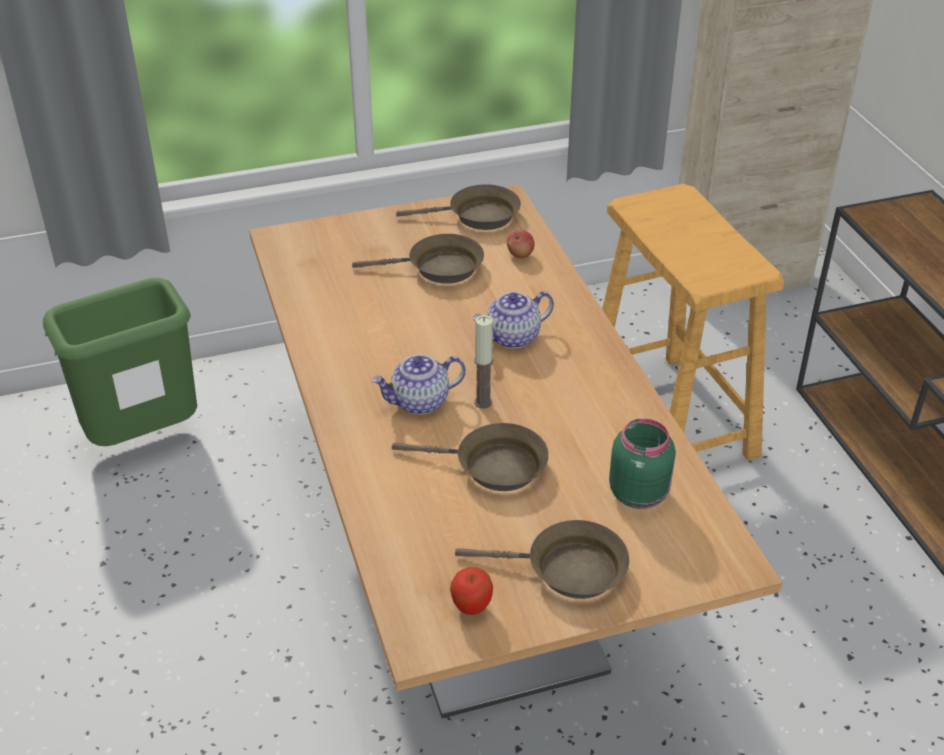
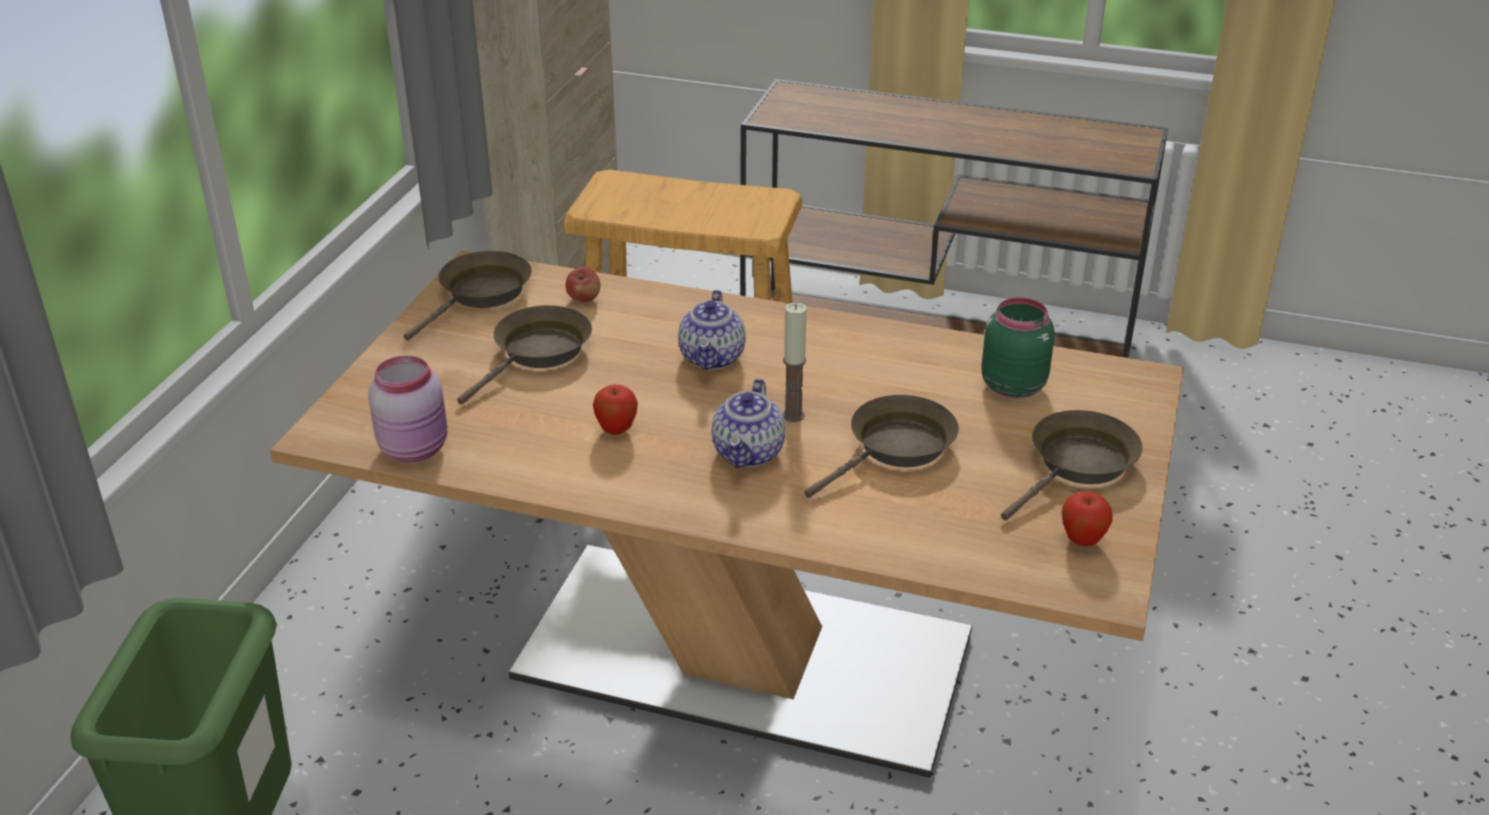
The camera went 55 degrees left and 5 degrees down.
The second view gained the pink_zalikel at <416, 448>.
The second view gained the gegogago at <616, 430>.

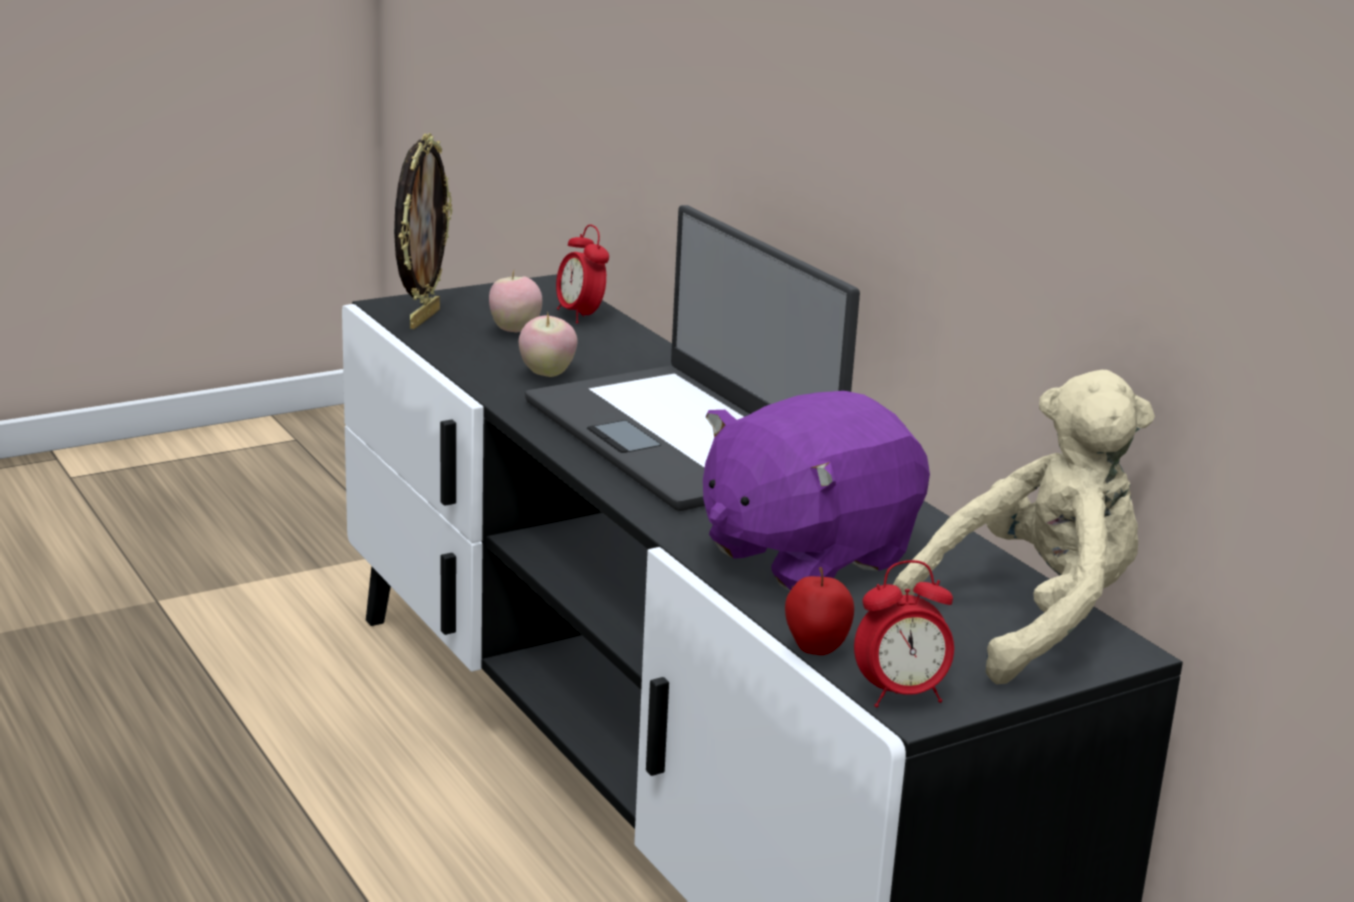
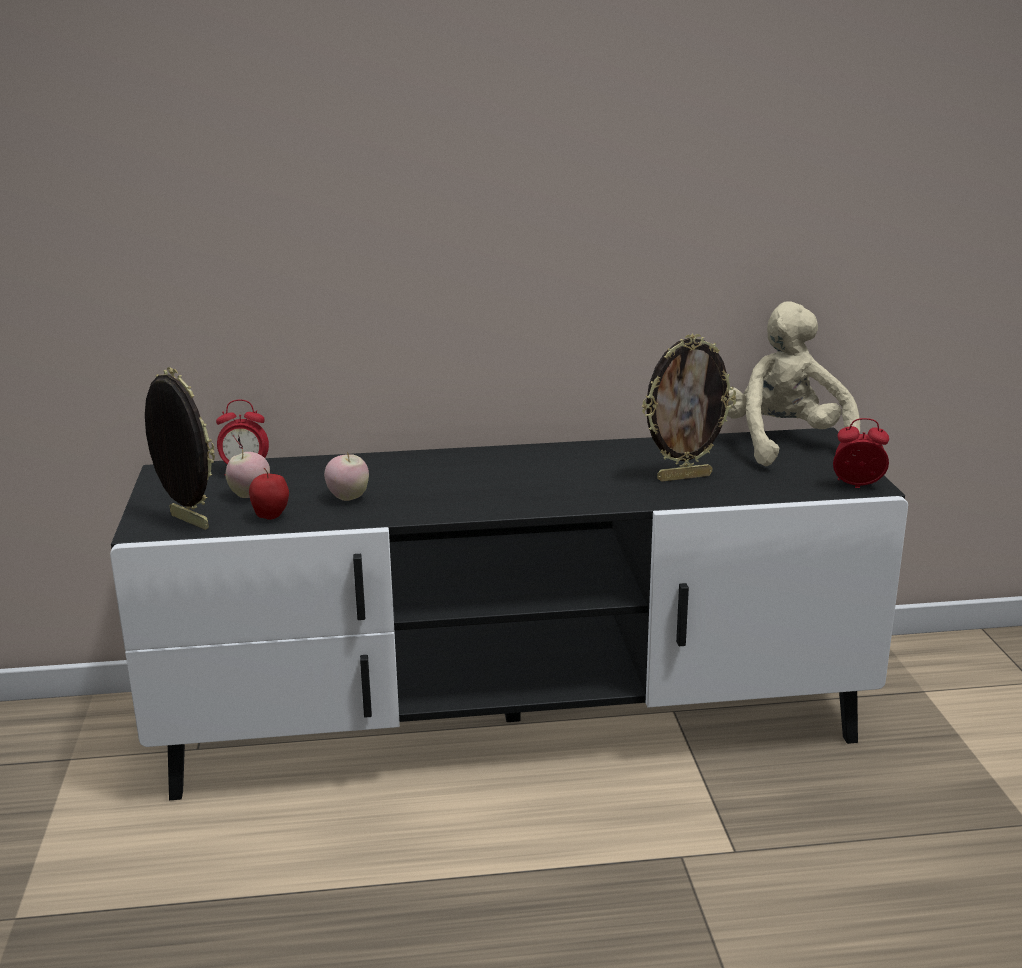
The camera went 65 degrees left and 0 degrees up.
The gegogago ended up elsewhere, having gone from <815, 650> to <271, 517>.
Where the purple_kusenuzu stood at <804, 554>, the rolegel came to stand at <684, 477>.
The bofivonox at <901, 695> ended up facing another way, 90 degrees counterclockwise from before.
The second view lost the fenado at <682, 437>.

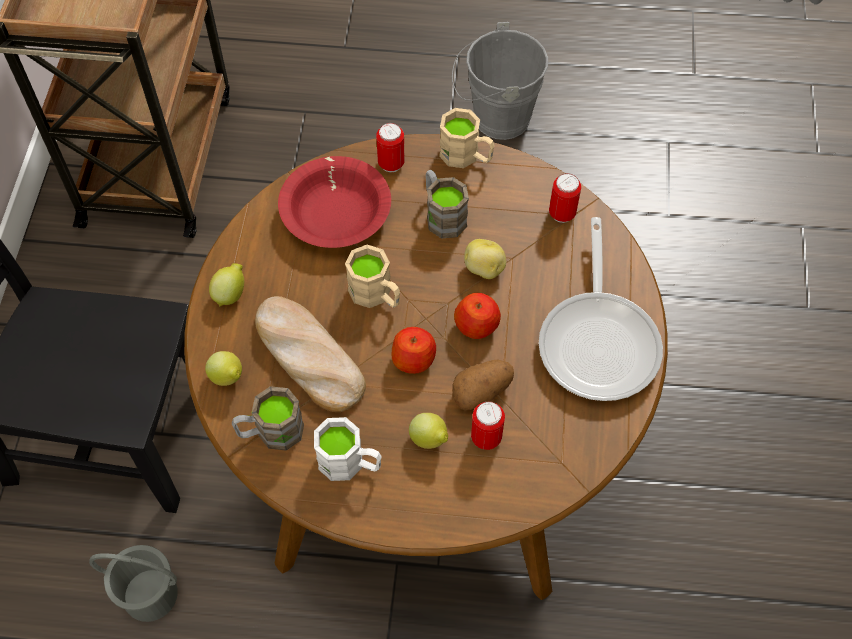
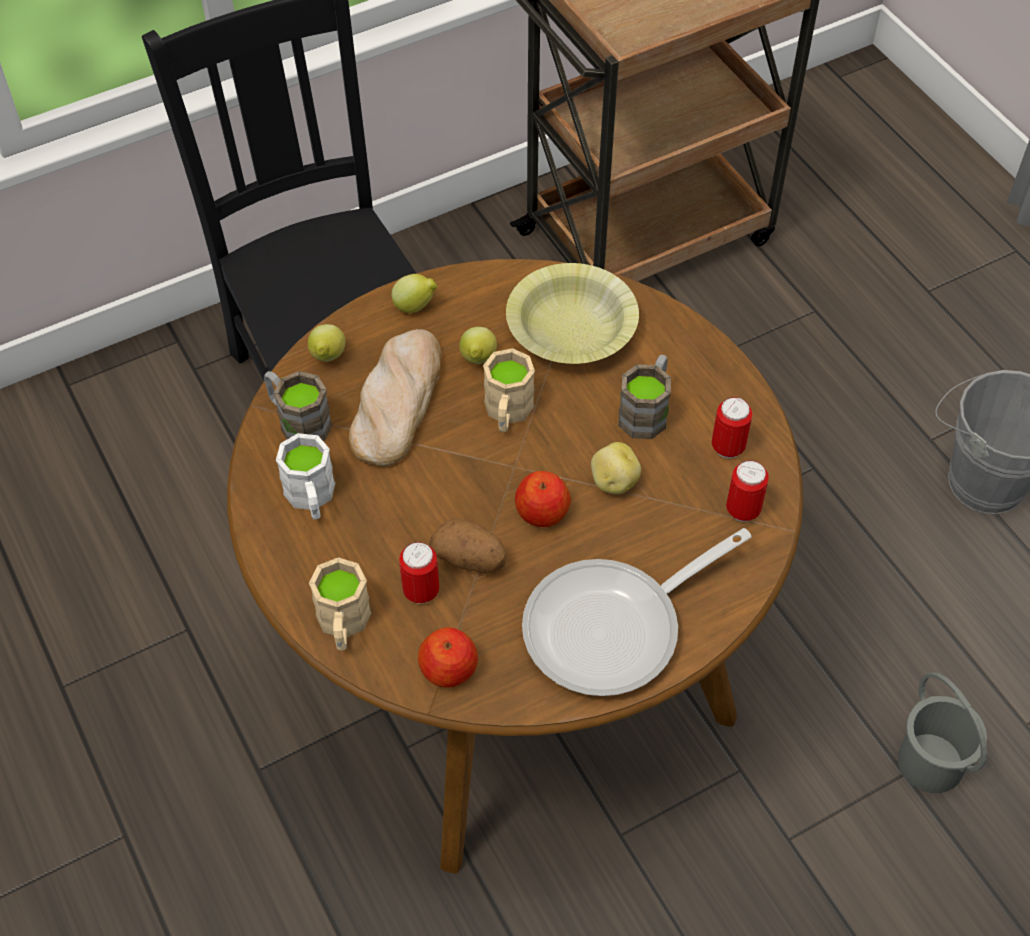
The camera went 55 degrees right and 5 degrees down.
The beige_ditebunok ended up elsewhere, having gone from <466, 156> to <343, 625>.
The gegogago ended up elsewhere, having gone from <414, 359> to <449, 669>.
The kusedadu ended up elsewhere, having gone from <429, 440> to <478, 360>.
What was the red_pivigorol at <336, 213> turned into the yellow_pivigorol at <572, 328>.
The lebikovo ended up elsewhere, having gone from <391, 164> to <728, 447>.
The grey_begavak ended up elsewhere, having gone from <150, 593> to <931, 761>.

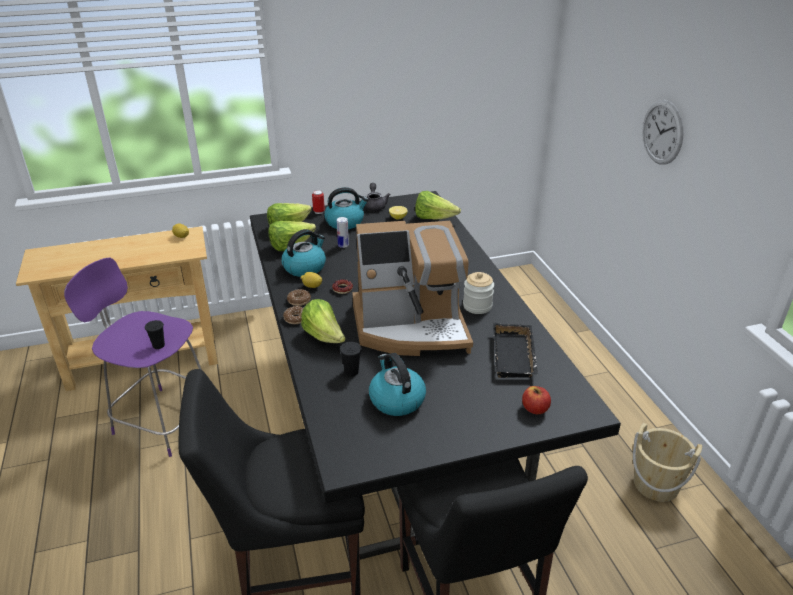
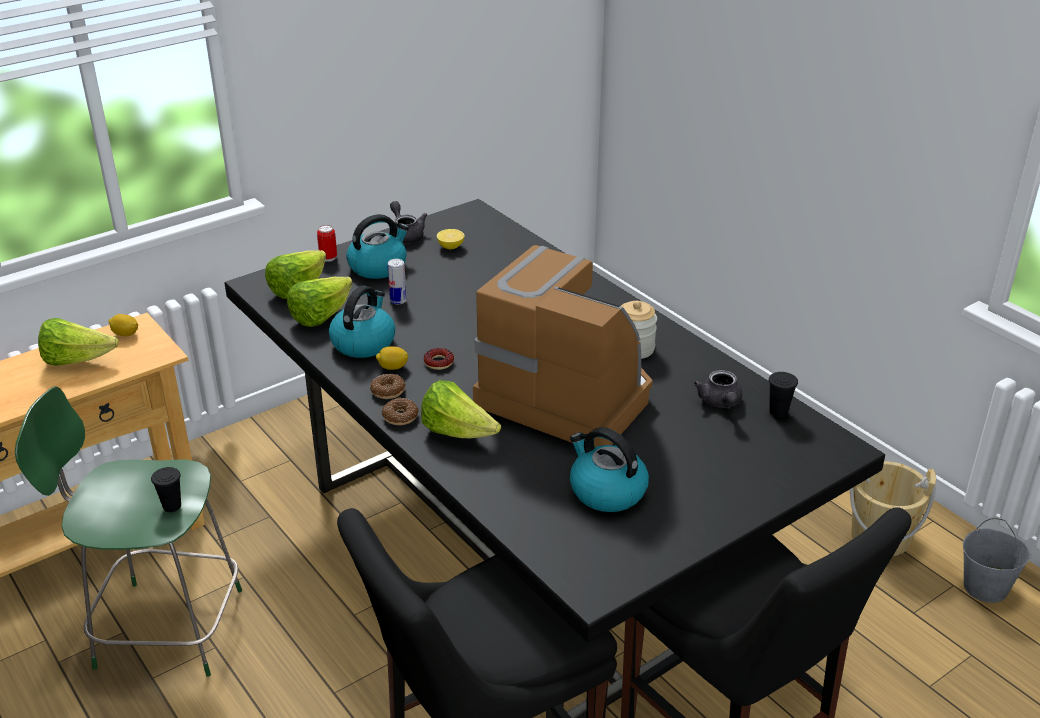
The camera went 20 degrees left and 0 degrees up.
What was the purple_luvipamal at <162, 420> turned into the green_luvipamal at <163, 627>.
The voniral ended up elsewhere, having gone from <434, 218> to <77, 360>.
The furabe at <411, 327> ended up facing another way, 120 degrees counterclockwise from before.
Where the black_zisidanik stood at <515, 356>, the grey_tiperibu came to stand at <720, 402>.
The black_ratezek ended up elsewhere, having gone from <351, 371> to <778, 412>.
The second view gained the grey_begavak at <985, 587>.
The second view lost the gegogago at <535, 409>.
The second view lost the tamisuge at <662, 132>.

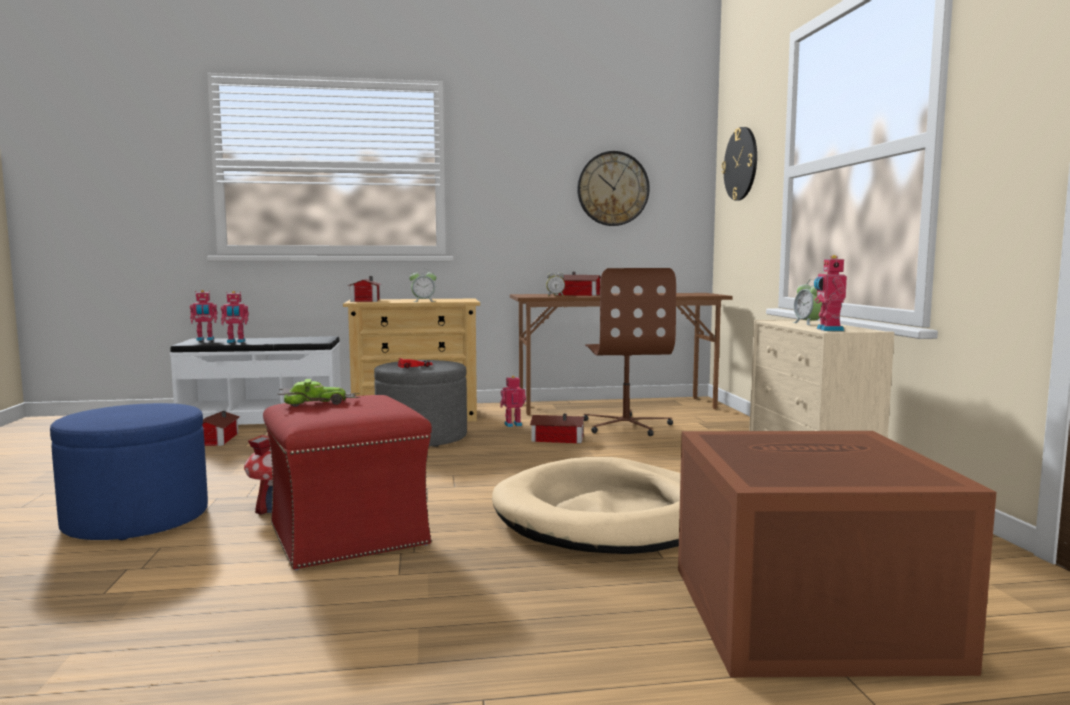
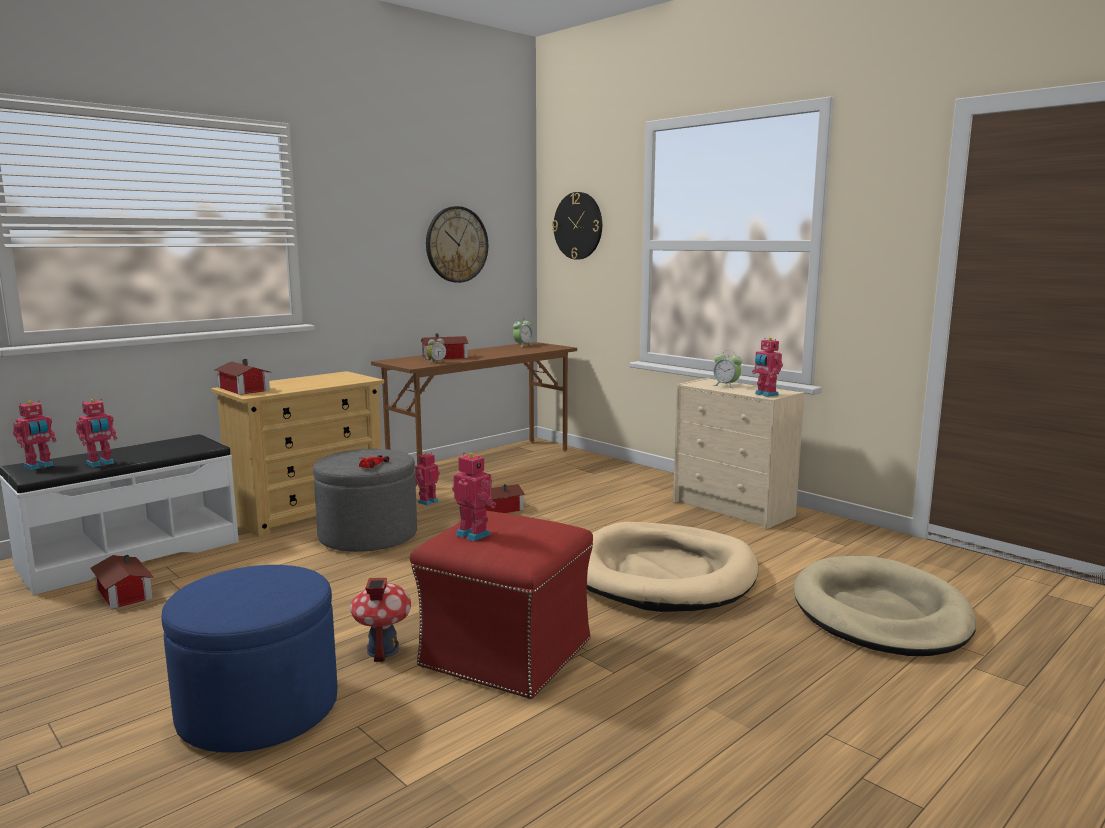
The camera went 35 degrees left and 5 degrees up.
Where the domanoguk stood at <319, 402>, the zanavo came to stand at <474, 534>.
The bofivonox ended up elsewhere, having gone from <423, 301> to <522, 345>.
Where the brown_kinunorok stood at <805, 616>, the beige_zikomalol came to stand at <880, 613>.
The second view lost the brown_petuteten at <626, 425>.

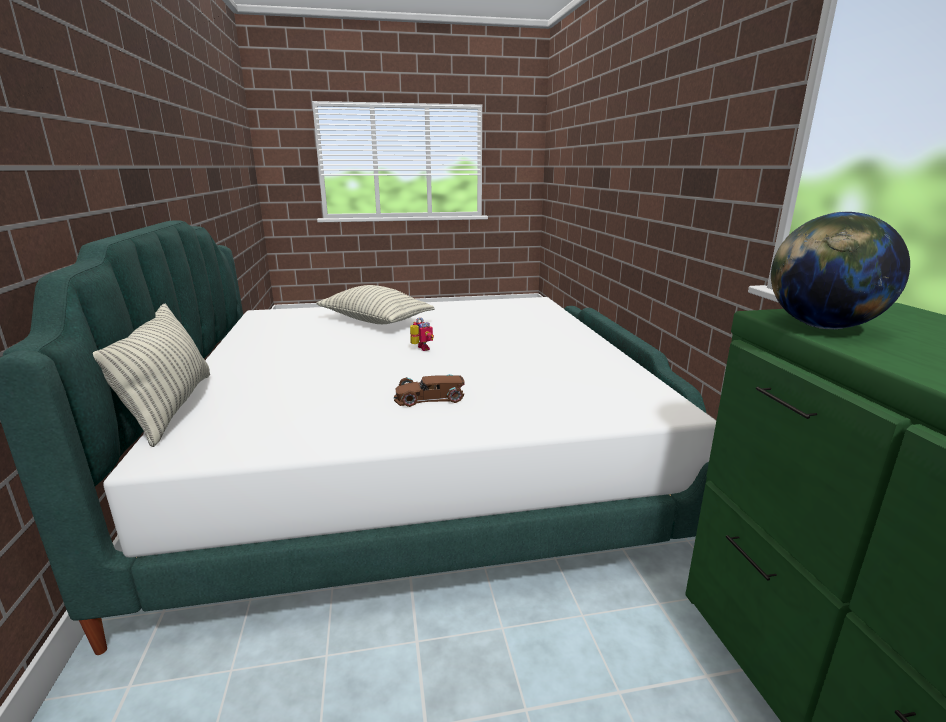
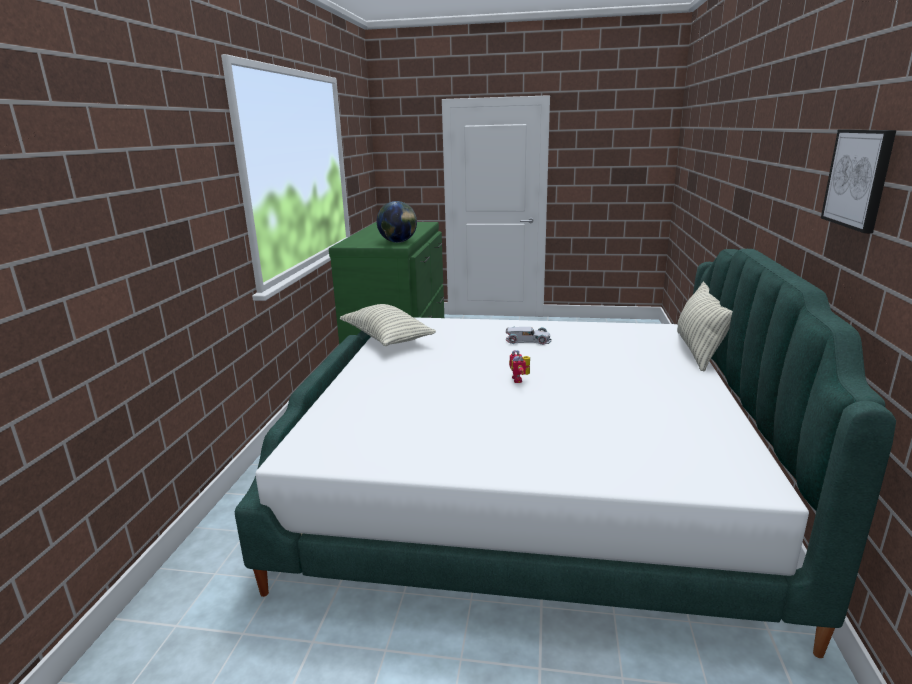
The camera went 160 degrees left and 0 degrees up.
The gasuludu ended up elsewhere, having gone from <375, 321> to <386, 338>.
What was the brown_domanoguk at <429, 396> turned into the white_domanoguk at <528, 340>.
The second view gained the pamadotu at <859, 178>.

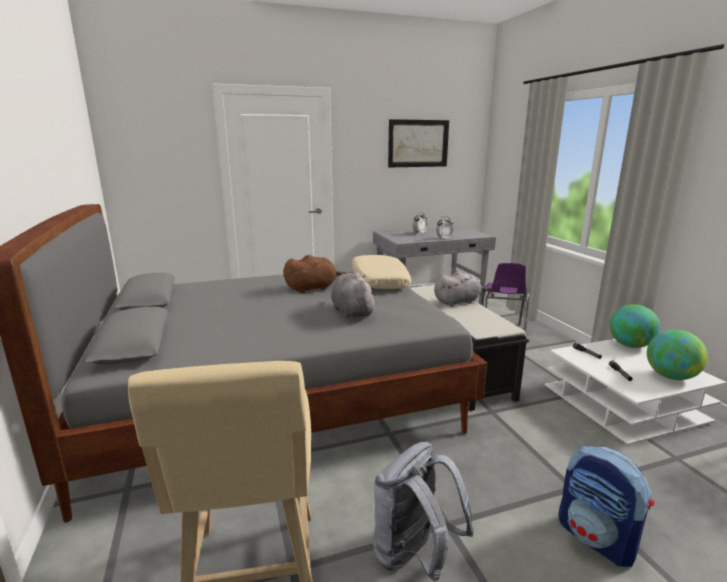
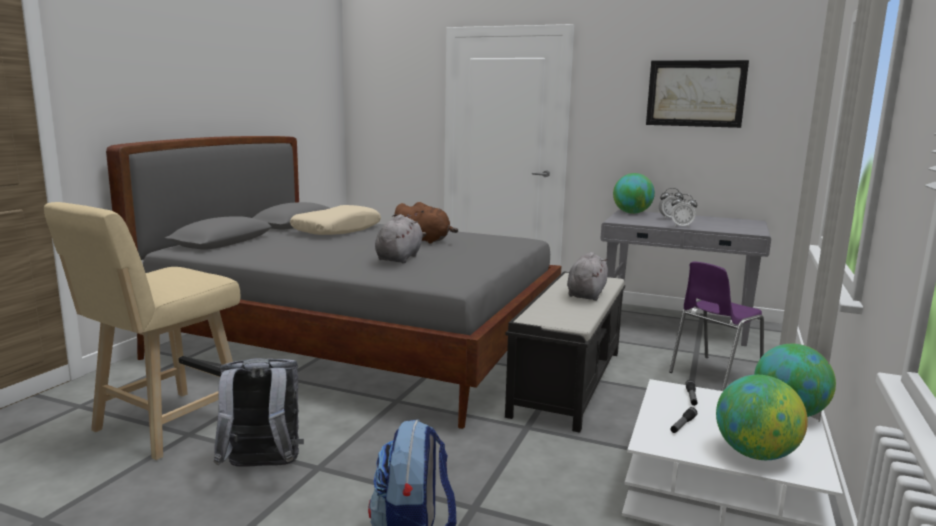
The camera went 40 degrees right and 5 degrees down.
The beige_gasuludu ended up elsewhere, having gone from <378, 281> to <337, 230>.
The grey_kusenuzu at <458, 302> ended up facing another way, 90 degrees counterclockwise from before.
The second view gained the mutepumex at <631, 213>.

